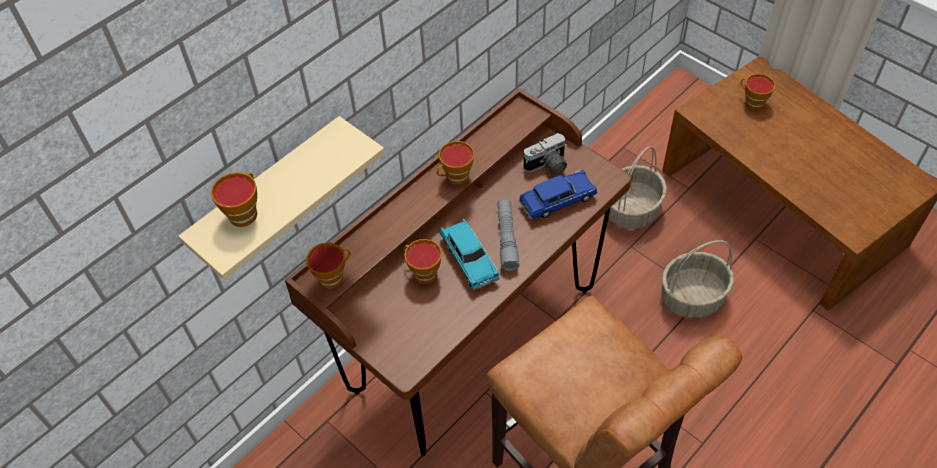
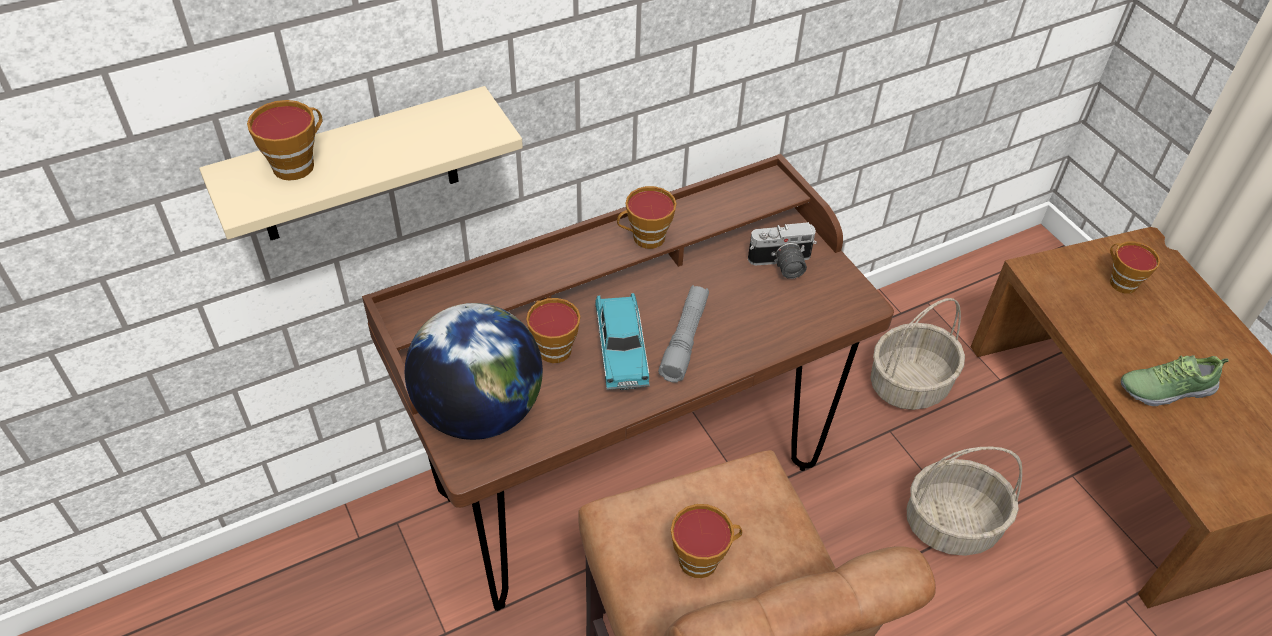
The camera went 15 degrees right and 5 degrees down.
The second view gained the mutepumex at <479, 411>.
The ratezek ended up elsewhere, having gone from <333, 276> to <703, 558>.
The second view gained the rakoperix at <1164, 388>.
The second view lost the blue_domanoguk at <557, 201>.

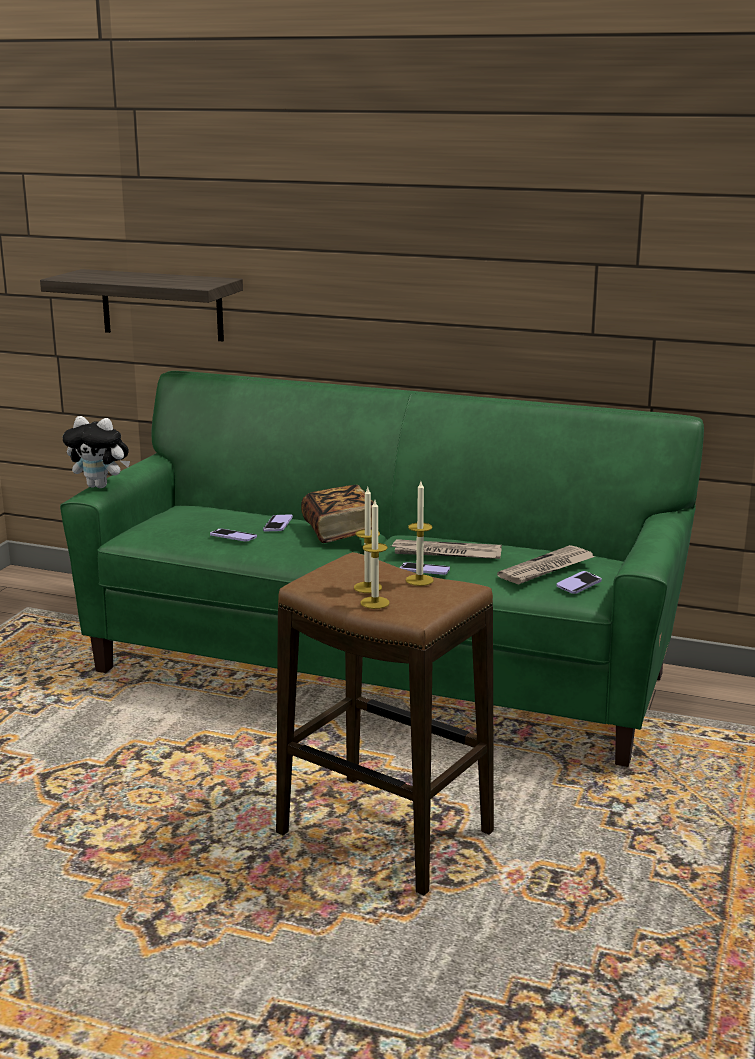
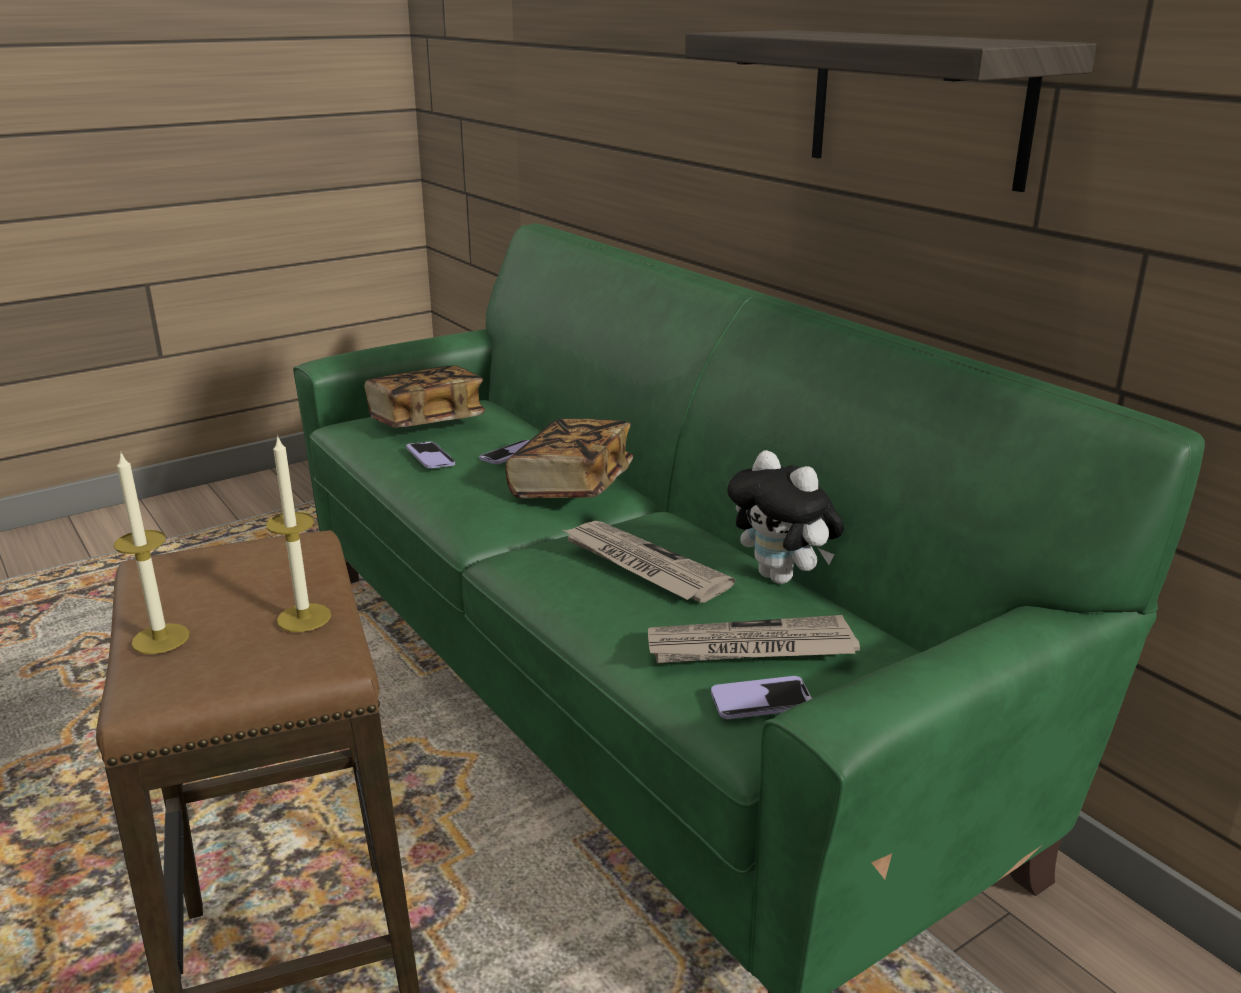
The camera went 35 degrees right and 5 degrees up.
The second view gained the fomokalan at <426, 421>.
The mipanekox ended up elsewhere, having gone from <162, 305> to <917, 105>.
The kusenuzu ended up elsewhere, having gone from <100, 486> to <782, 577>.
The second view lost the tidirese at <367, 587>.
The second view lost the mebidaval at <424, 570>.

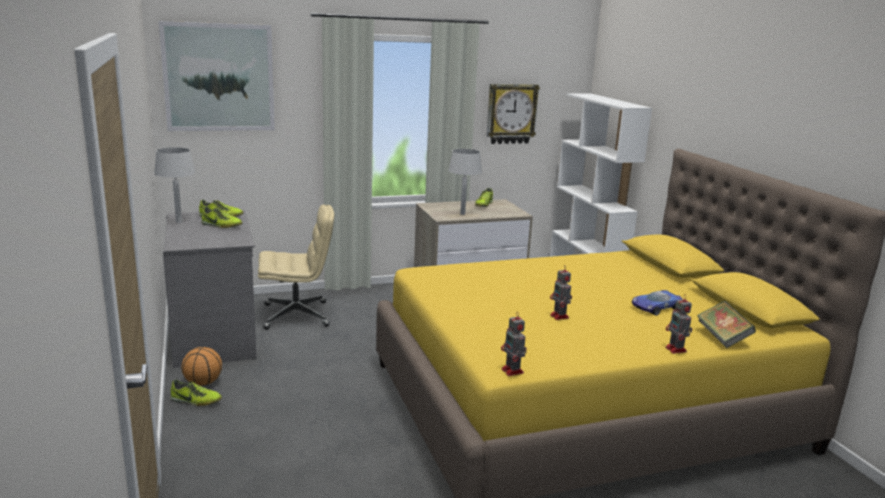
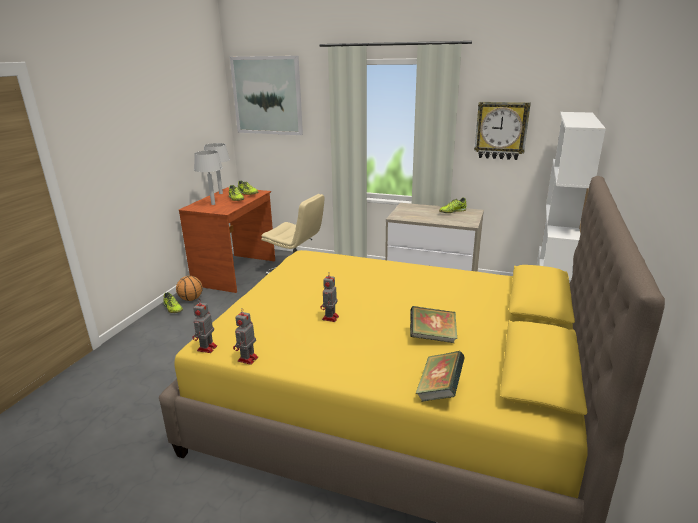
The camera went 40 degrees right and 5 degrees up.
What was the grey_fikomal at <215, 336> turned into the brown_fikomal at <236, 272>.
The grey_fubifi ended up elsewhere, having gone from <463, 214> to <213, 204>.
The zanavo ended up elsewhere, having gone from <676, 350> to <247, 359>.
Where the domanoguk stood at <655, 307>, the fomokalan came to stand at <432, 337>.

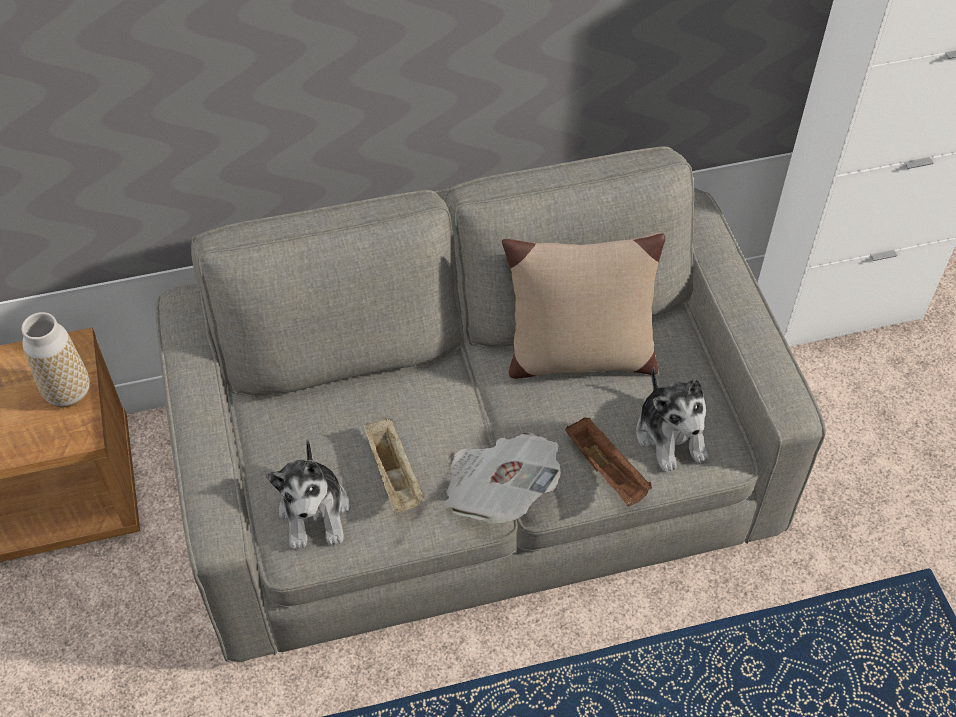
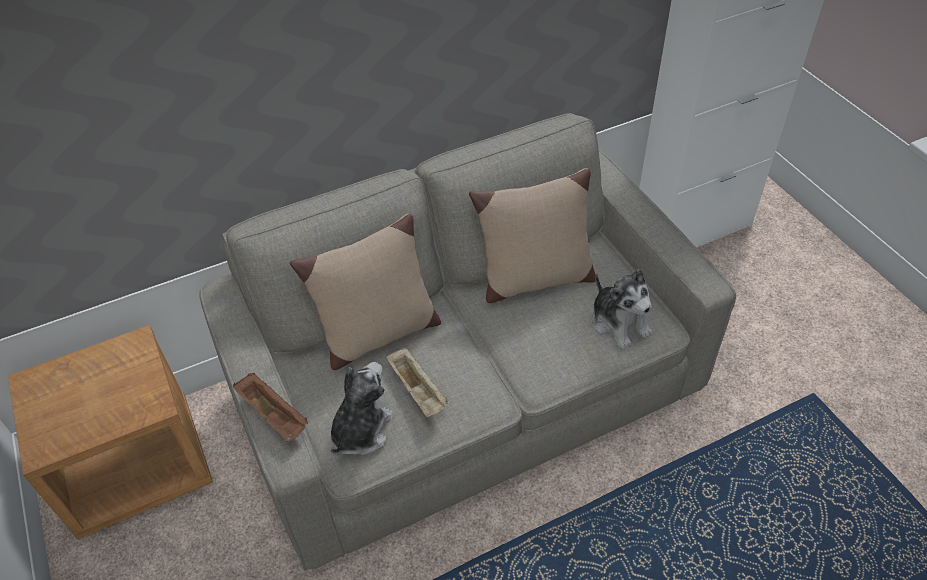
The camera went 10 degrees left and 5 degrees down.
The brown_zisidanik ended up elsewhere, having gone from <607, 471> to <274, 415>.
The second view gained the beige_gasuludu at <377, 334>.
The kusenuzu at <315, 512> ended up facing another way, 135 degrees counterclockwise from before.
The second view lost the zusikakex at <68, 393>.
The second view lost the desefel at <498, 491>.

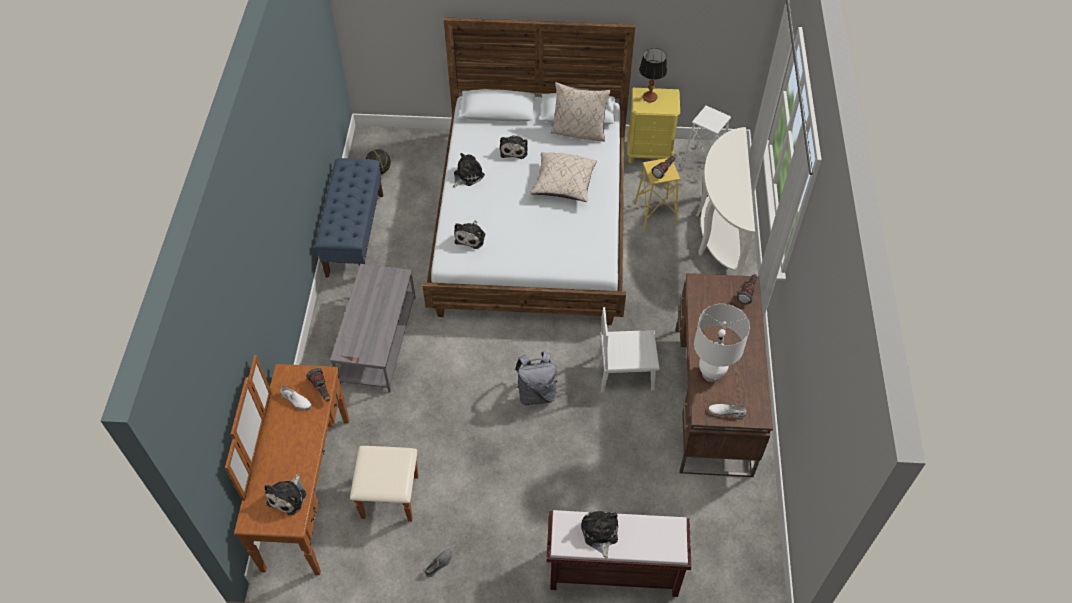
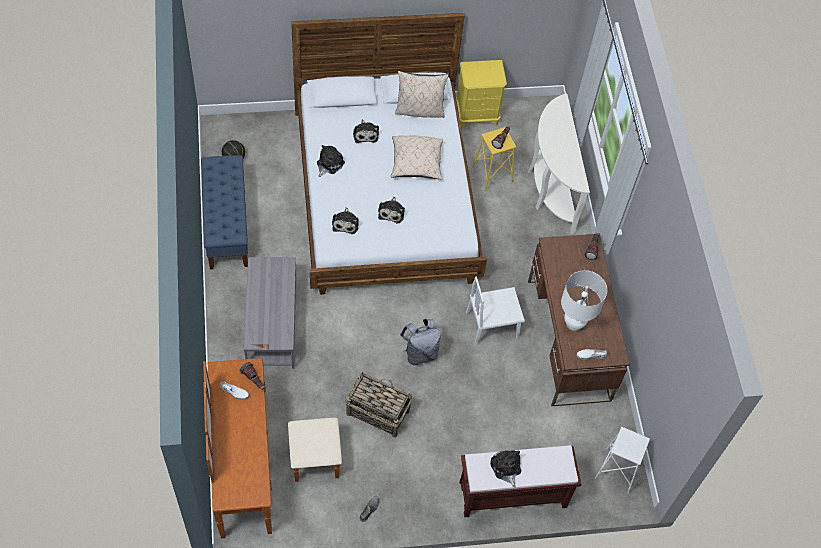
The camera went 15 degrees left and 5 degrees up.
The second view gained the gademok at <377, 412>.
The kusenuzu ended up elsewhere, having gone from <288, 496> to <392, 212>.
The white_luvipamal ended up elsewhere, having gone from <703, 163> to <617, 470>.
The second view lost the fubifi at <649, 97>.

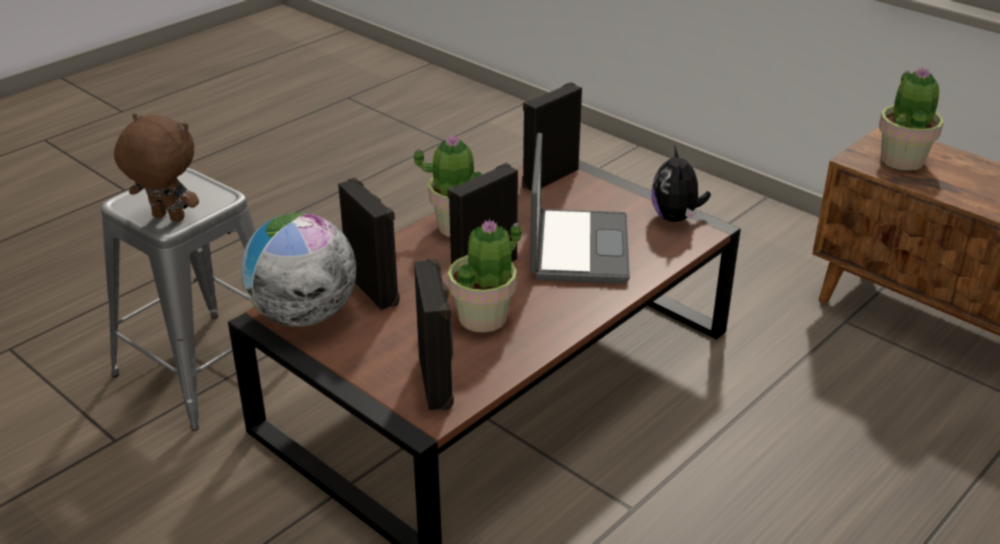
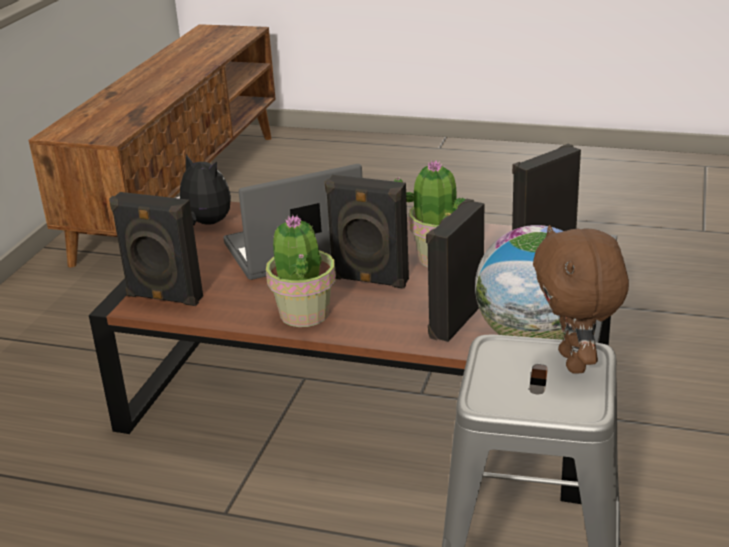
The camera went 115 degrees left and 5 degrees down.
The kusenuzu at <676, 218> ended up facing another way, 120 degrees counterclockwise from before.
The second view lost the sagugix at <902, 160>.

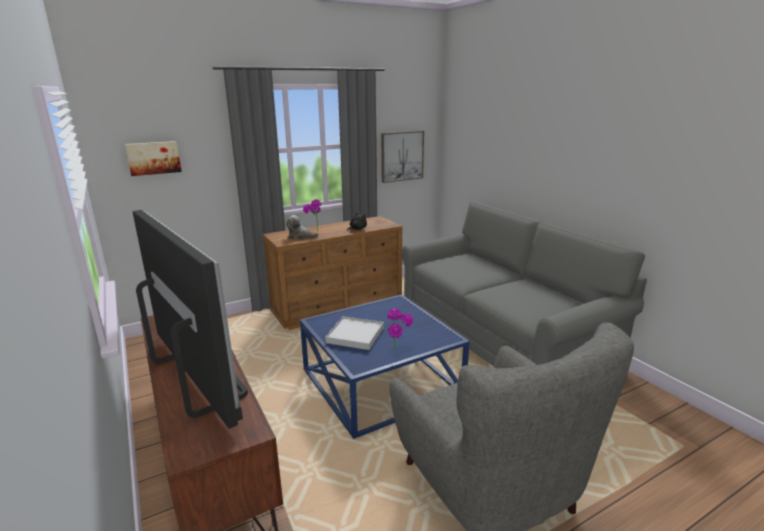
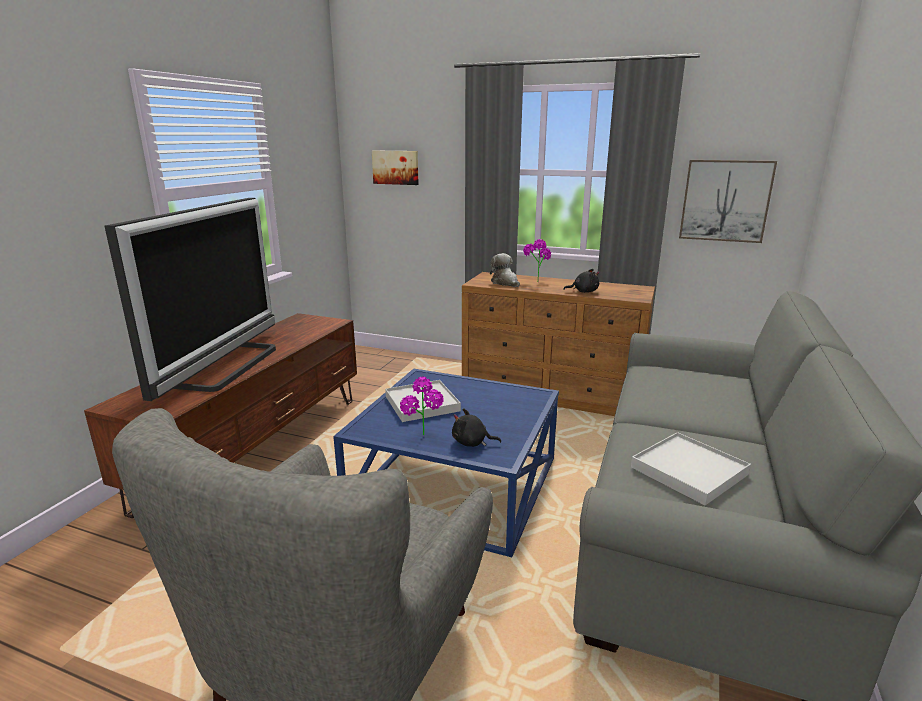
The camera went 50 degrees right and 0 degrees up.
The second view gained the black_kusenuzu at <472, 443>.
The second view gained the white_zisidanik at <689, 471>.

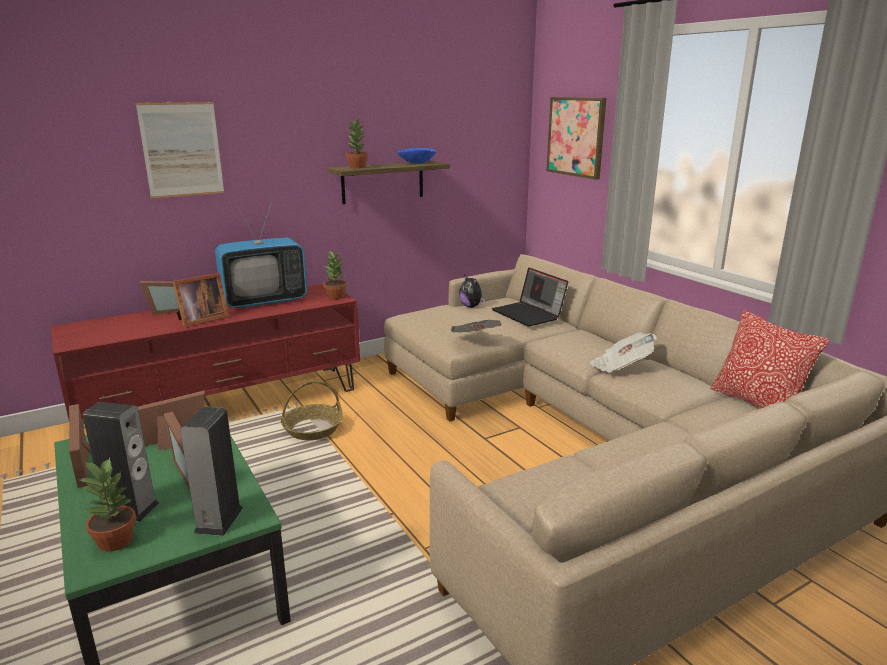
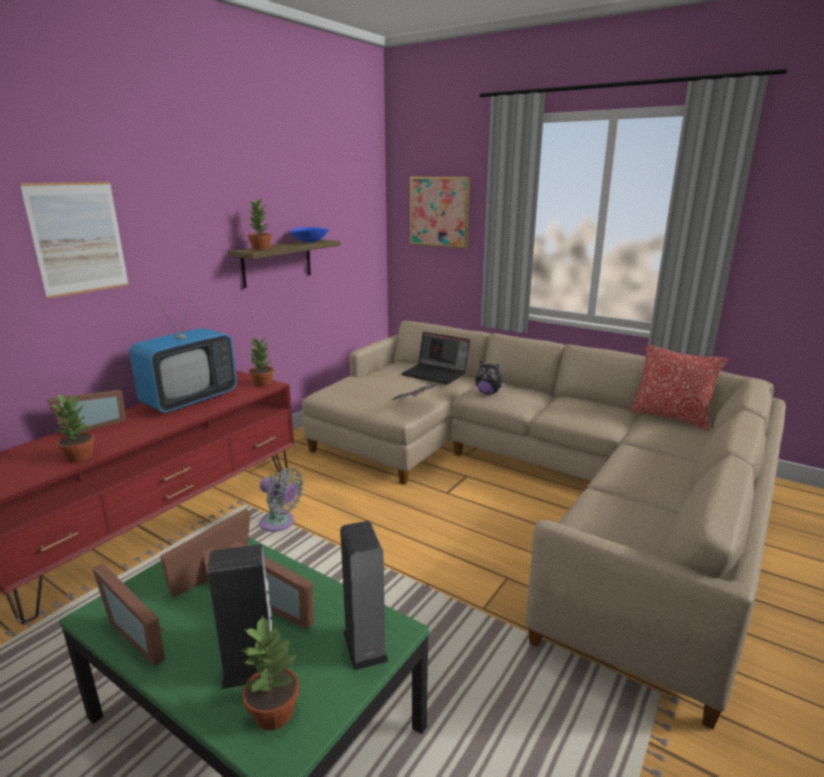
The camera went 25 degrees left and 0 degrees up.
The second view gained the sagugix at <80, 456>.
Where the gademok stood at <313, 429>, the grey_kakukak came to stand at <280, 523>.
The kusenuzu ended up elsewhere, having gone from <471, 306> to <488, 393>.
The second view lost the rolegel at <201, 320>.
The second view lost the desefel at <621, 367>.

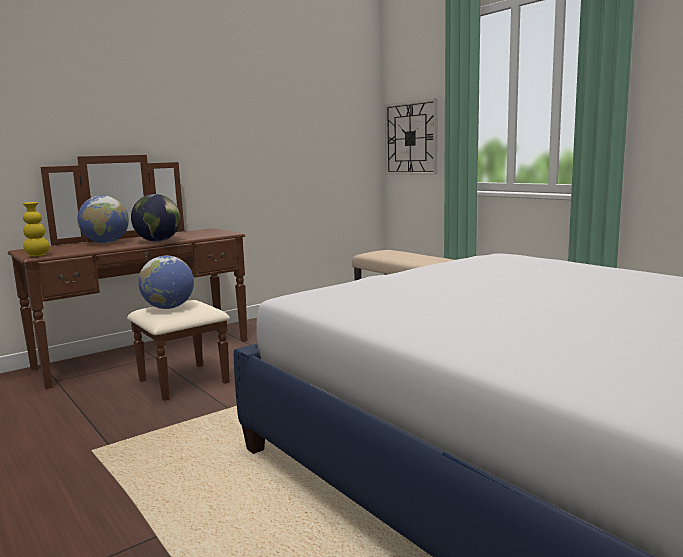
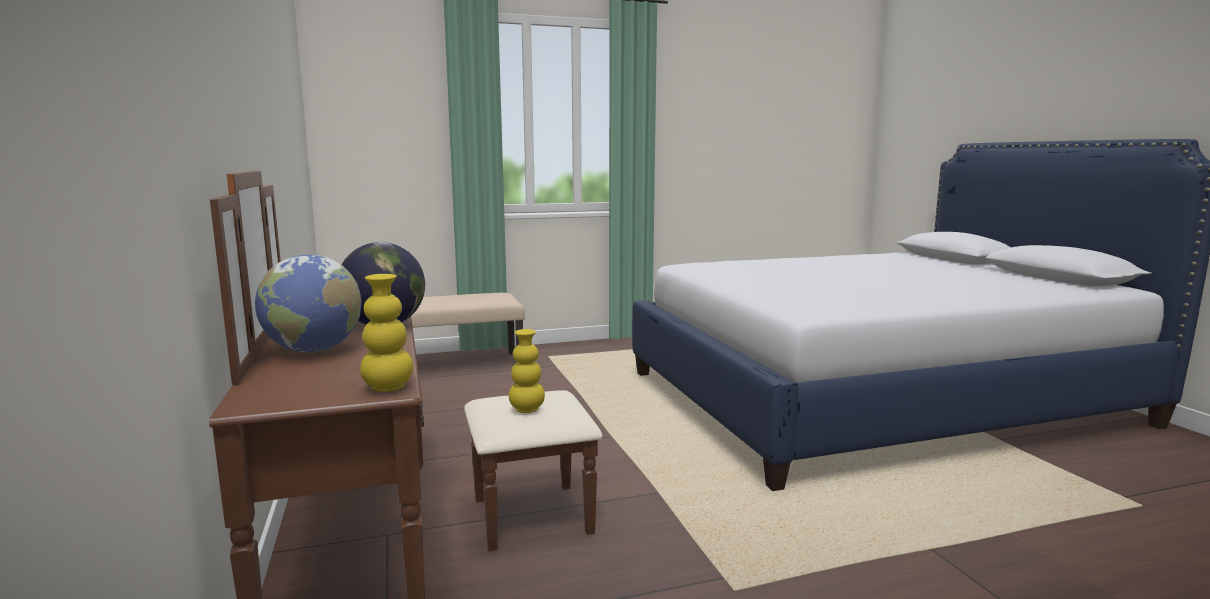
The camera went 70 degrees left and 0 degrees up.
Where the mutepumex stood at <169, 308>, the yellow_zusikakex came to stand at <527, 410>.
The second view lost the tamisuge at <411, 138>.

